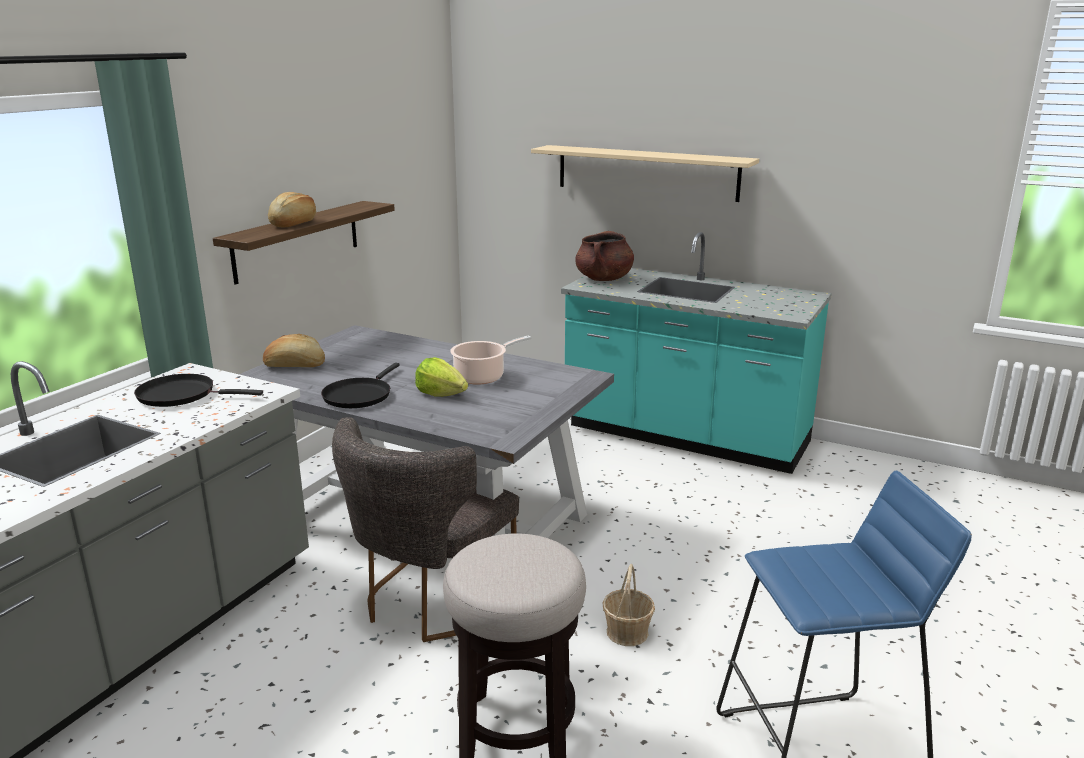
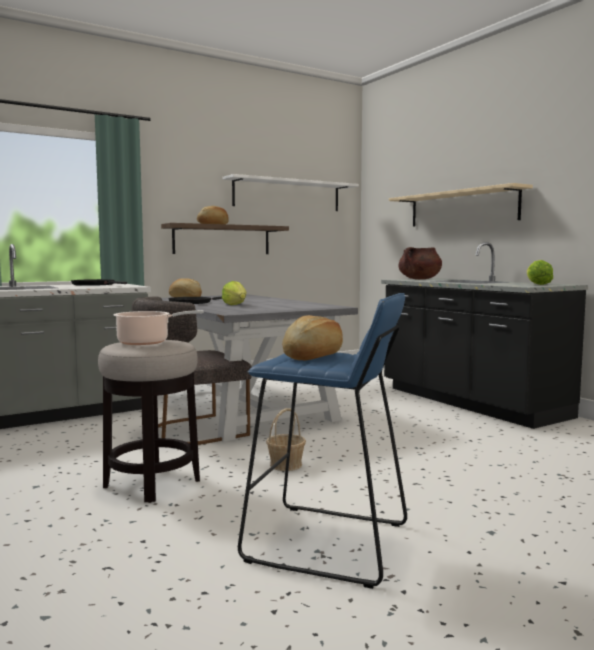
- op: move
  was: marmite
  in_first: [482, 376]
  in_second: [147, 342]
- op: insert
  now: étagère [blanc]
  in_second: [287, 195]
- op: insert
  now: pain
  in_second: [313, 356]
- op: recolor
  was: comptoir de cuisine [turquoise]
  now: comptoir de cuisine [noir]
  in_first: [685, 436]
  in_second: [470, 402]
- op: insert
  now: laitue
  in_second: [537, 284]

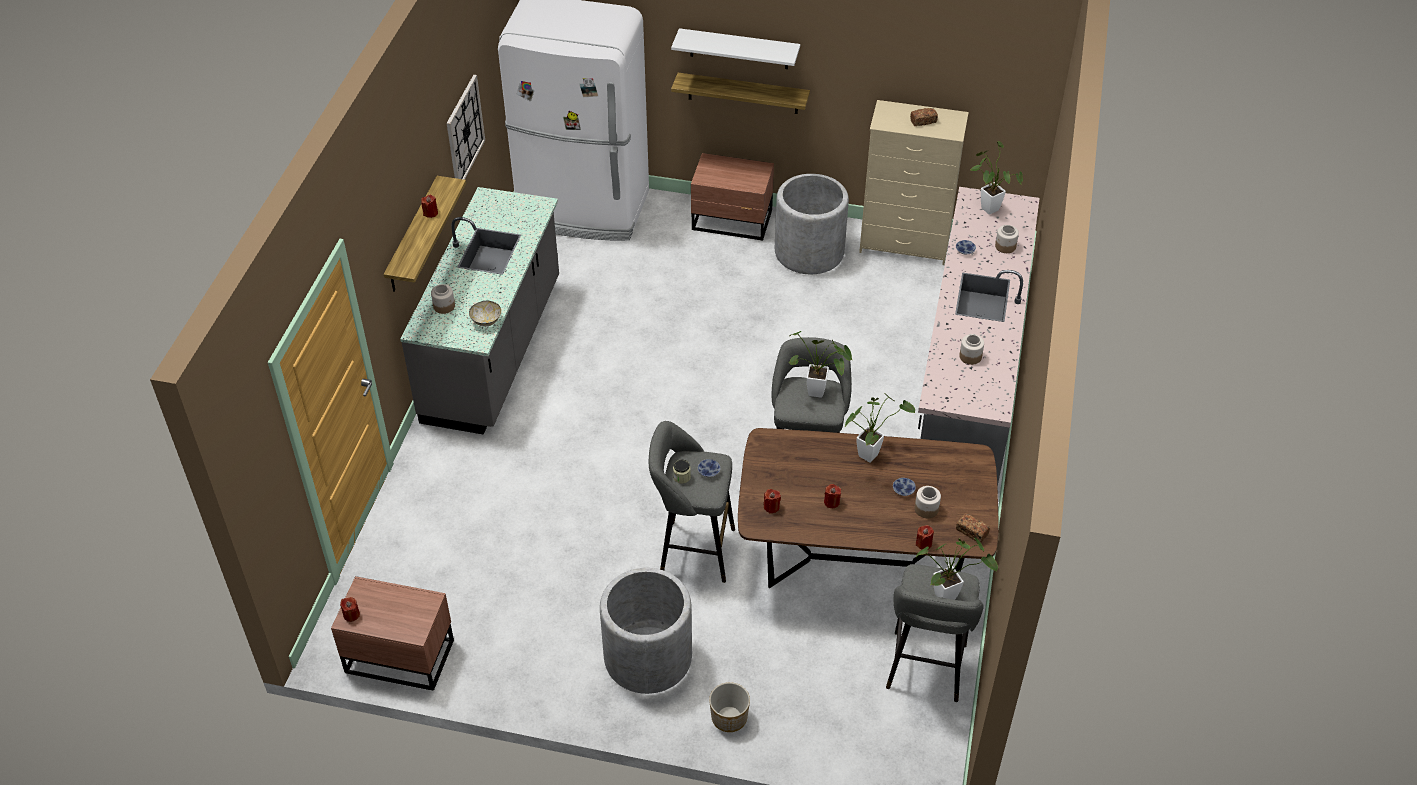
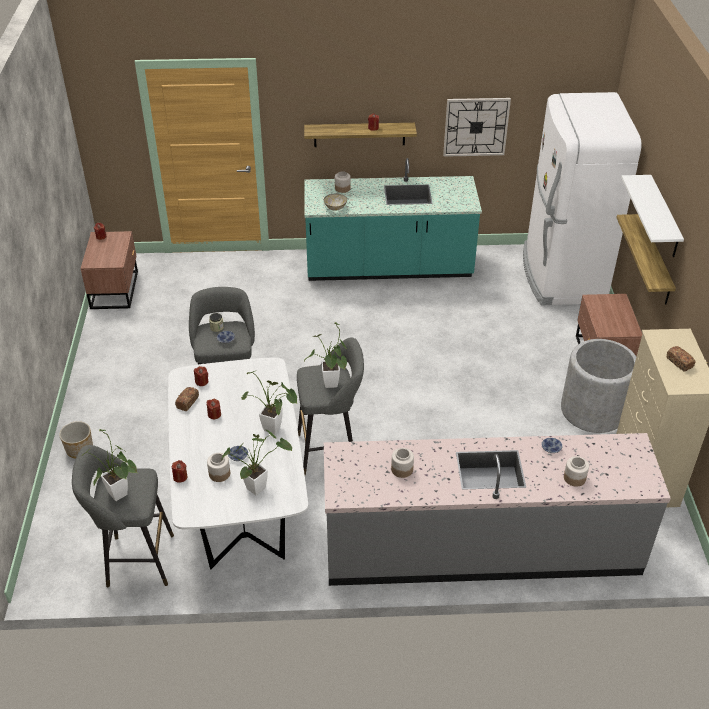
- op: recolor
  was: table à manger [marron]
  now: table à manger [blanc]
  in_first: [860, 562]
  in_second: [242, 501]
- op: move
  was: pain
  in_first: [971, 532]
  in_second: [187, 402]
- op: move
  was: plante en pot
  in_first: [987, 207]
  in_second: [259, 486]
- op: recolor
  was: comptoir de cuisine [gris]
  now: comptoir de cuisine [turquoise]
  in_first: [494, 351]
  in_second: [389, 267]
- op: delete
  was: cache-pot [gris]
  in_first: [648, 657]

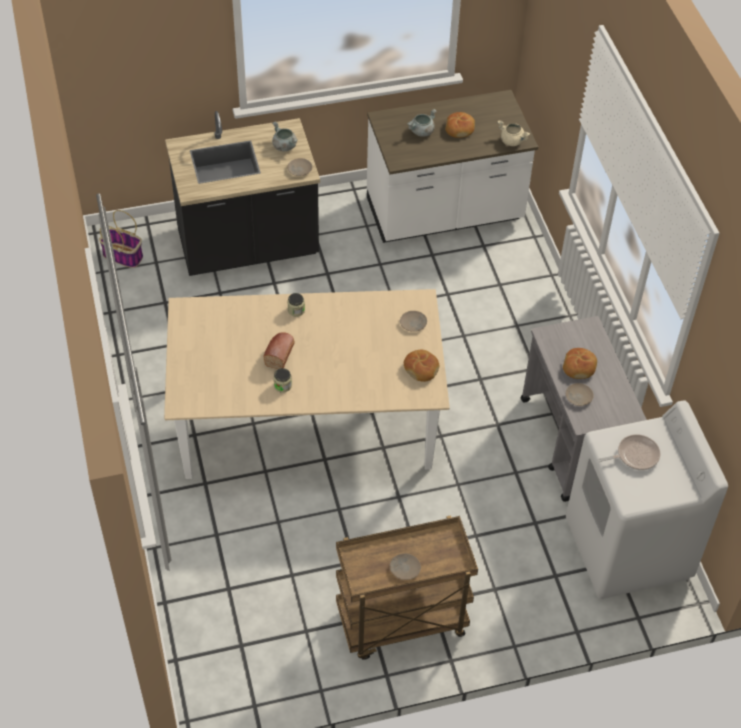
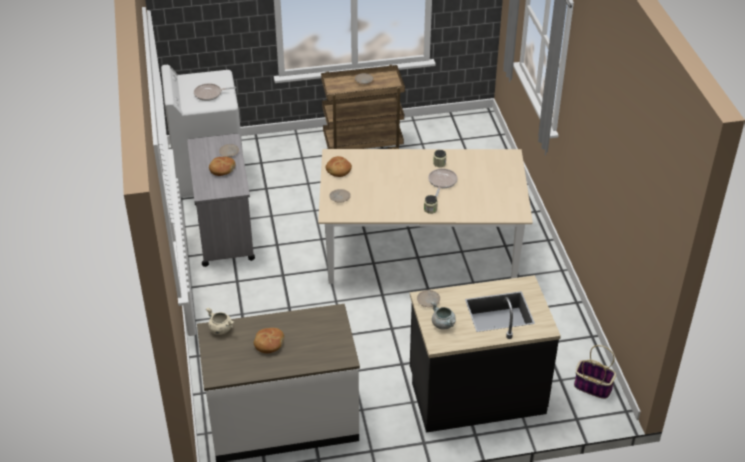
- op: replace
  was: pain
  now: poêle
  in_first: [280, 354]
  in_second: [442, 182]
- op: delete
  was: marmite [gris]
  in_first: [421, 132]

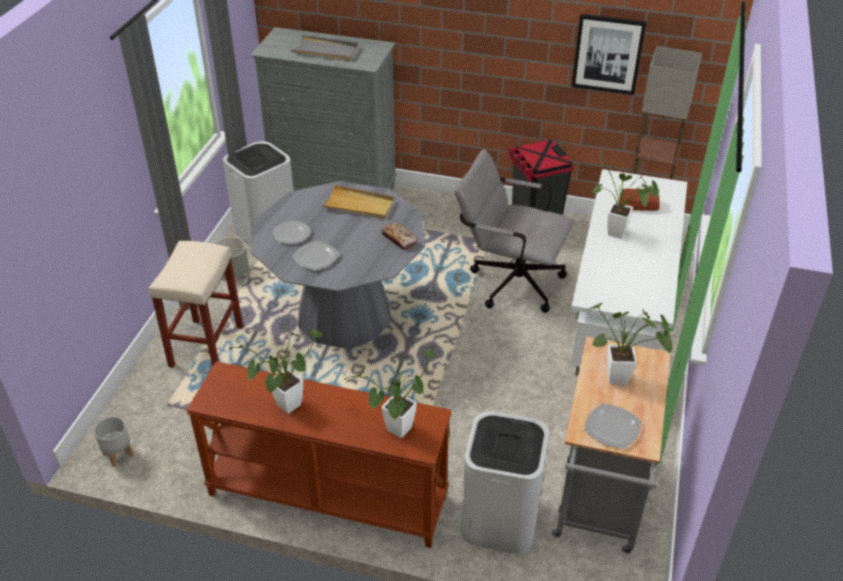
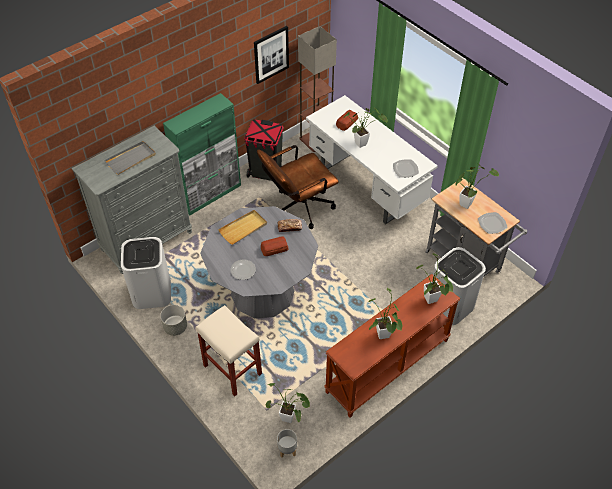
- op: insert
  now: meuble de rangement [vert]
  in_second: [210, 194]
- op: recolor
  was: chaise de bureau [gris]
  now: chaise de bureau [marron]
  in_first: [509, 281]
  in_second: [298, 208]
- op: insert
  now: pain
  in_second: [274, 248]
- op: insert
  now: plante en pot
  in_second: [290, 419]
- op: move
  was: assiette
  in_first: [316, 257]
  in_second: [405, 169]

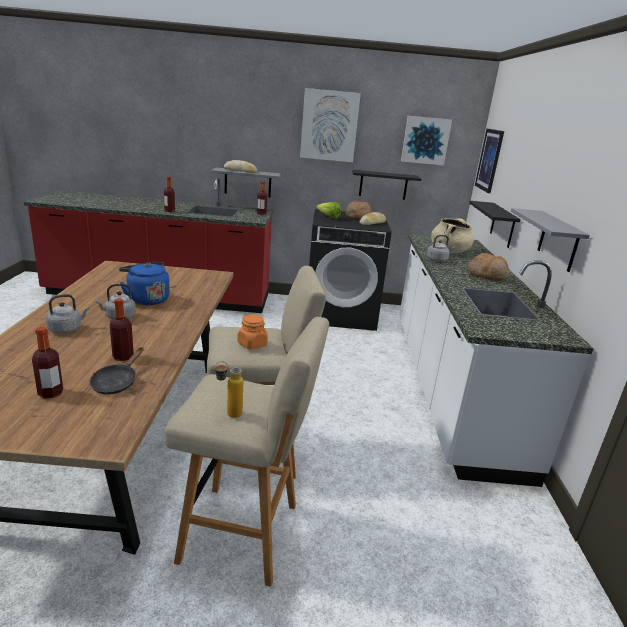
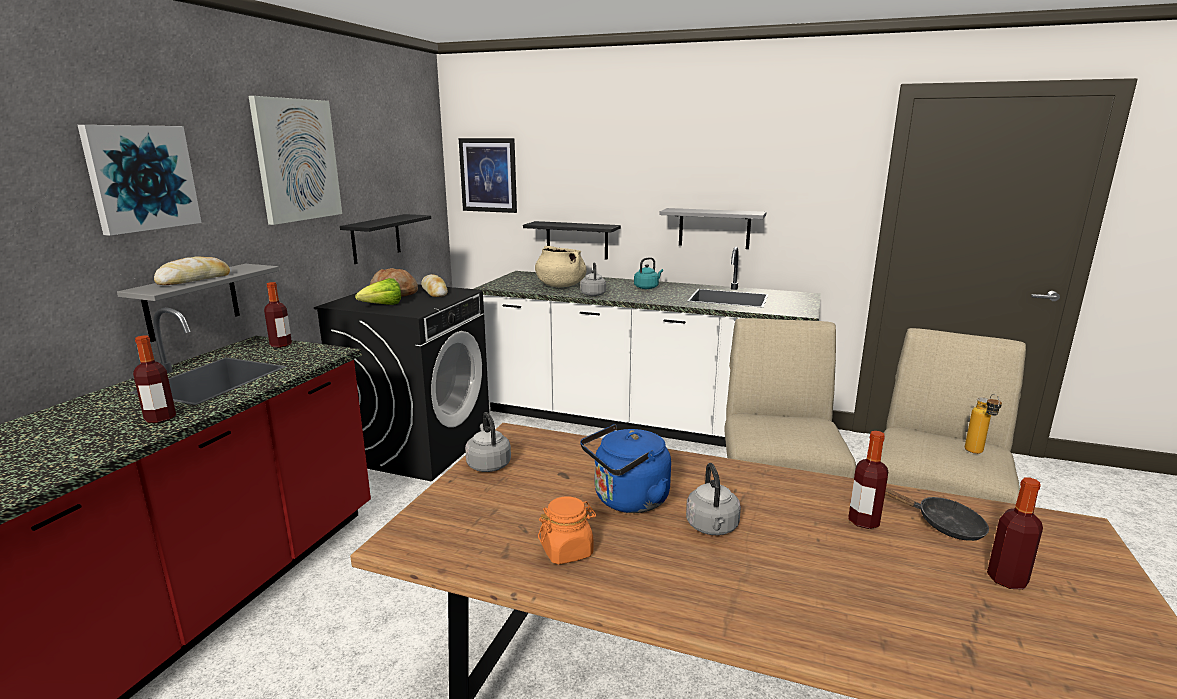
- op: move
  was: tableau
  in_first: [425, 140]
  in_second: [141, 178]
- op: move
  was: bouilloire [gris]
  in_first: [67, 329]
  in_second: [488, 464]
- op: move
  was: bocal [orange]
  in_first: [252, 344]
  in_second: [567, 551]
- op: replace
  was: pain
  now: bouilloire [turquoise]
  in_first: [487, 275]
  in_second: [647, 287]

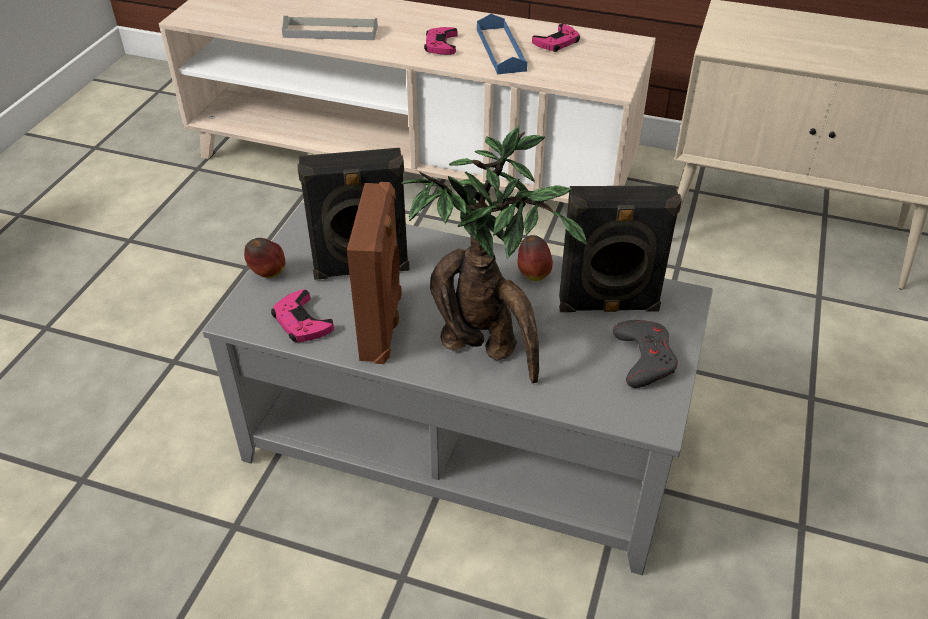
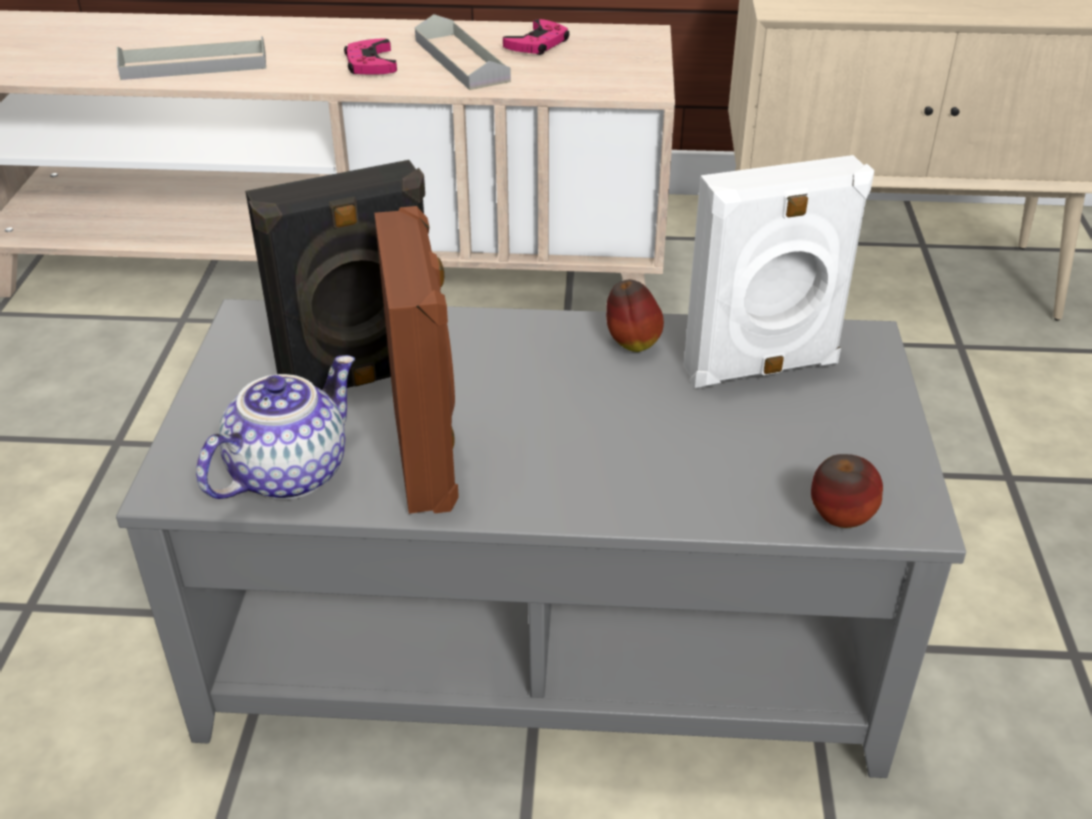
- op: replace
  was: manette [rose]
  now: théière
  in_first: [301, 322]
  in_second: [288, 472]
- op: recolor
  was: plateau [bleu]
  now: plateau [gris]
  in_first: [501, 50]
  in_second: [461, 60]
- op: recolor
  was: enceinte [noir]
  now: enceinte [blanc]
  in_first: [608, 306]
  in_second: [762, 369]
- op: move
  was: pomme
  in_first: [268, 274]
  in_second: [839, 521]
- op: delete
  was: plante en pot
  in_first: [486, 350]
- op: delete
  was: manette [gris]
  in_first: [644, 358]

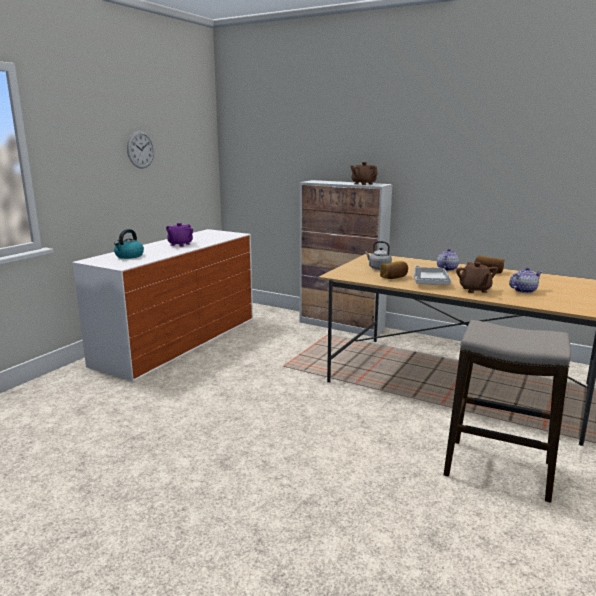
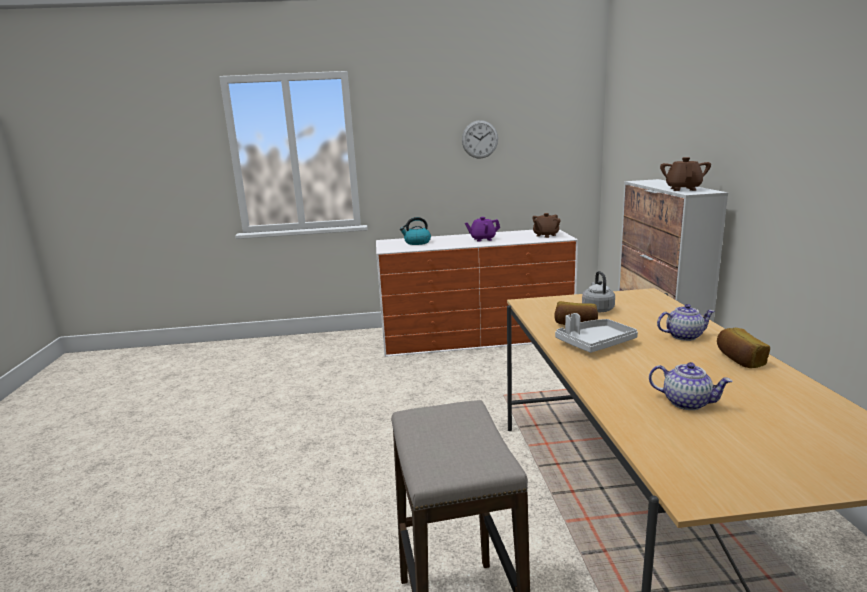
- op: move
  was: théière [marron]
  in_first: [474, 290]
  in_second: [545, 235]

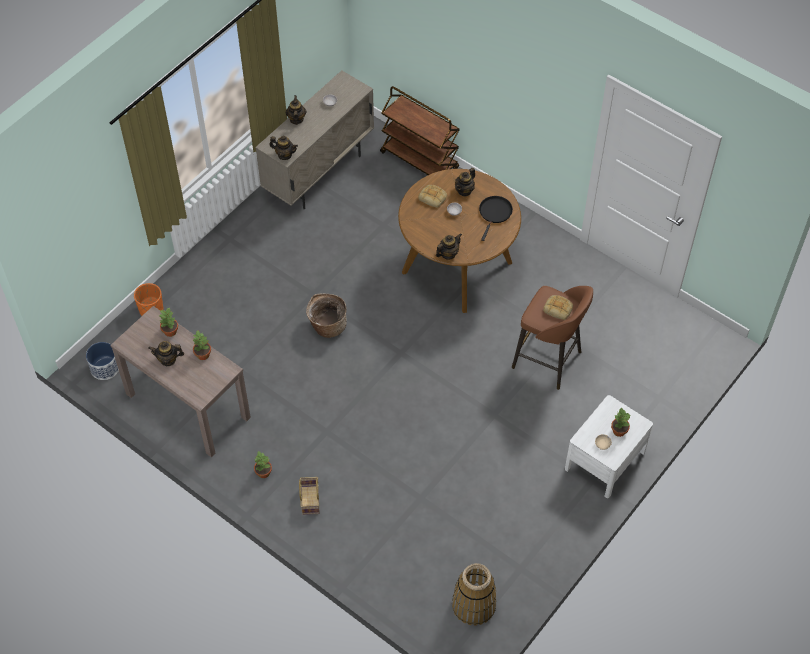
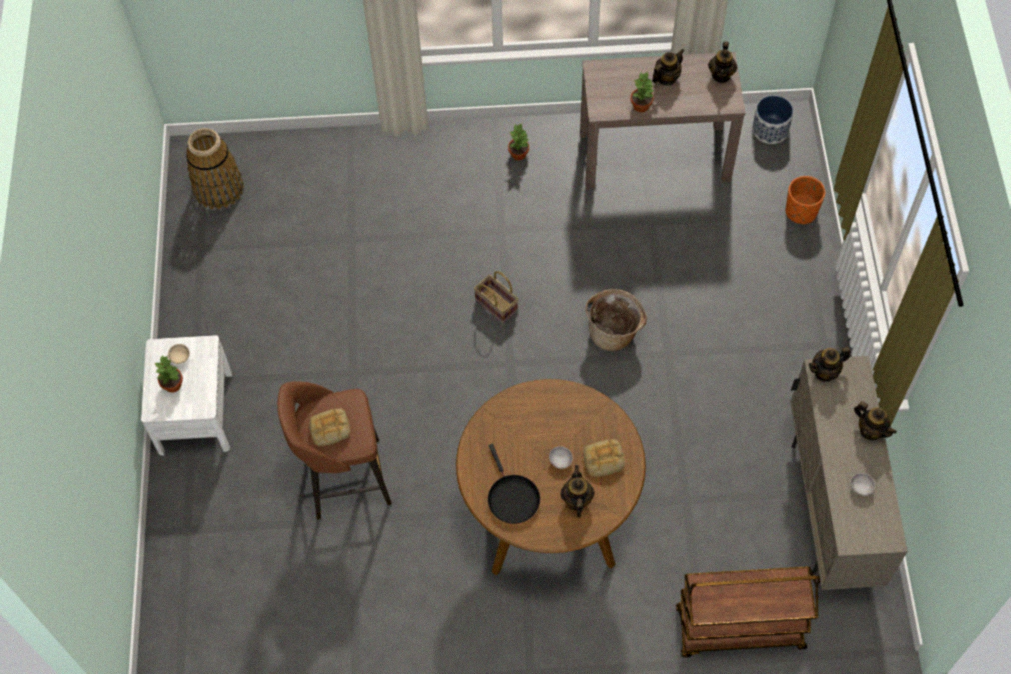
- op: move
  was: panier
  in_first: [309, 499]
  in_second: [497, 305]
- op: move
  was: théière
  in_first: [448, 254]
  in_second: [721, 75]
- op: delete
  was: plante en pot
  in_first: [170, 331]

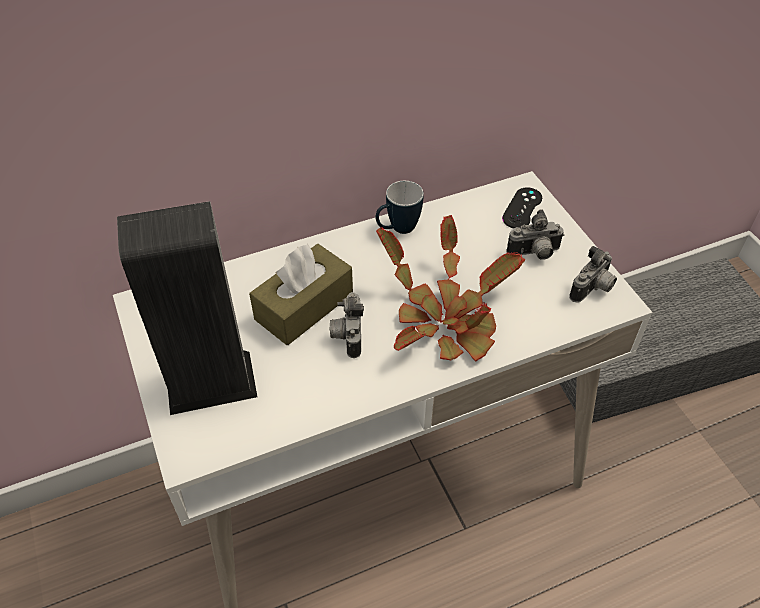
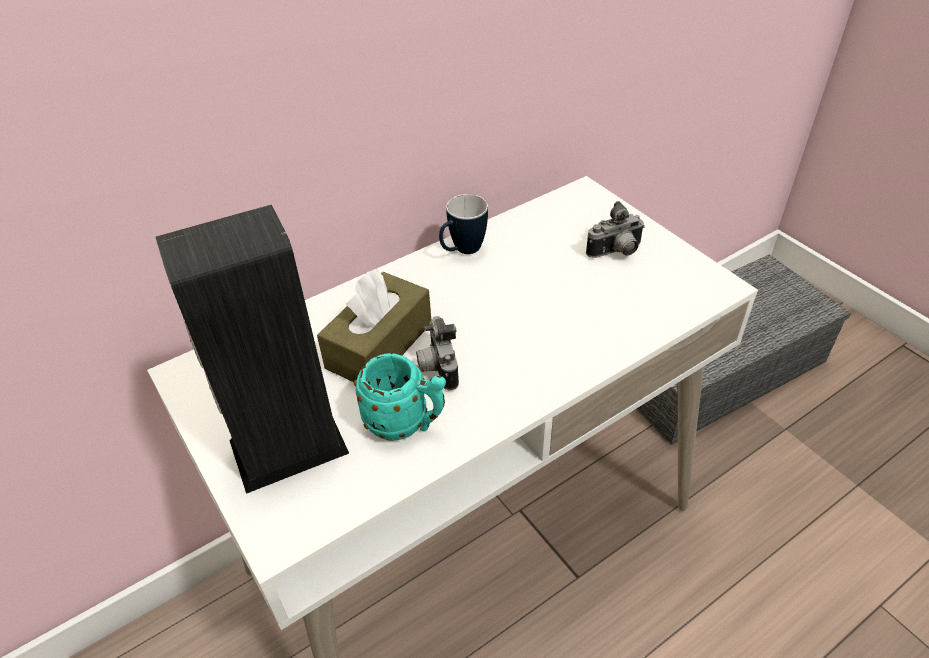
- op: insert
  now: mug [turquoise]
  in_second: [406, 424]
- op: delete
  was: plante en pot
  in_first: [446, 317]
- op: delete
  was: manette [noir]
  in_first: [522, 208]
- op: delete
  was: appareil photo
  in_first: [593, 289]

